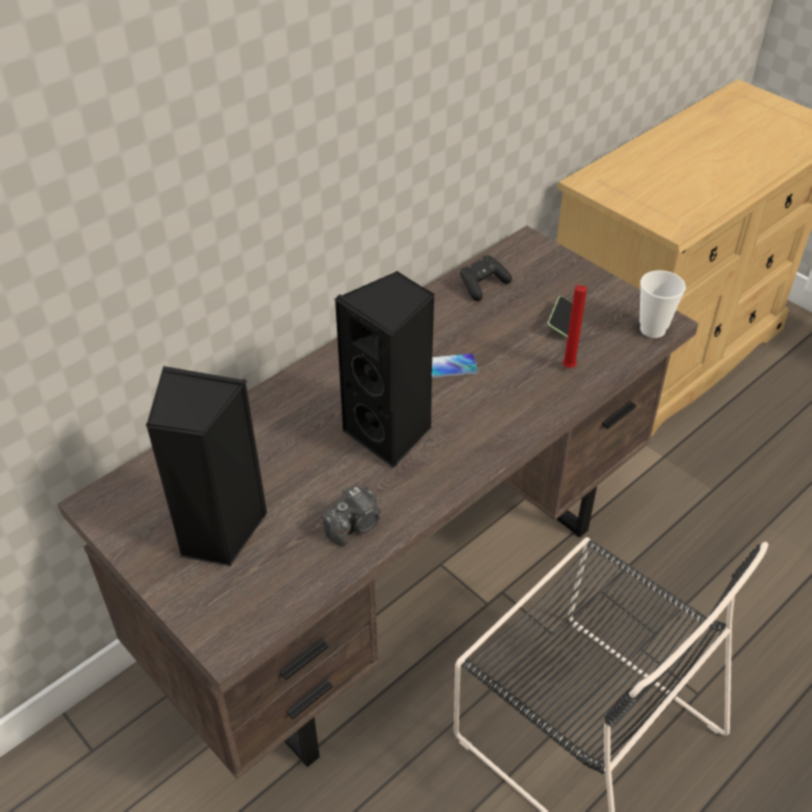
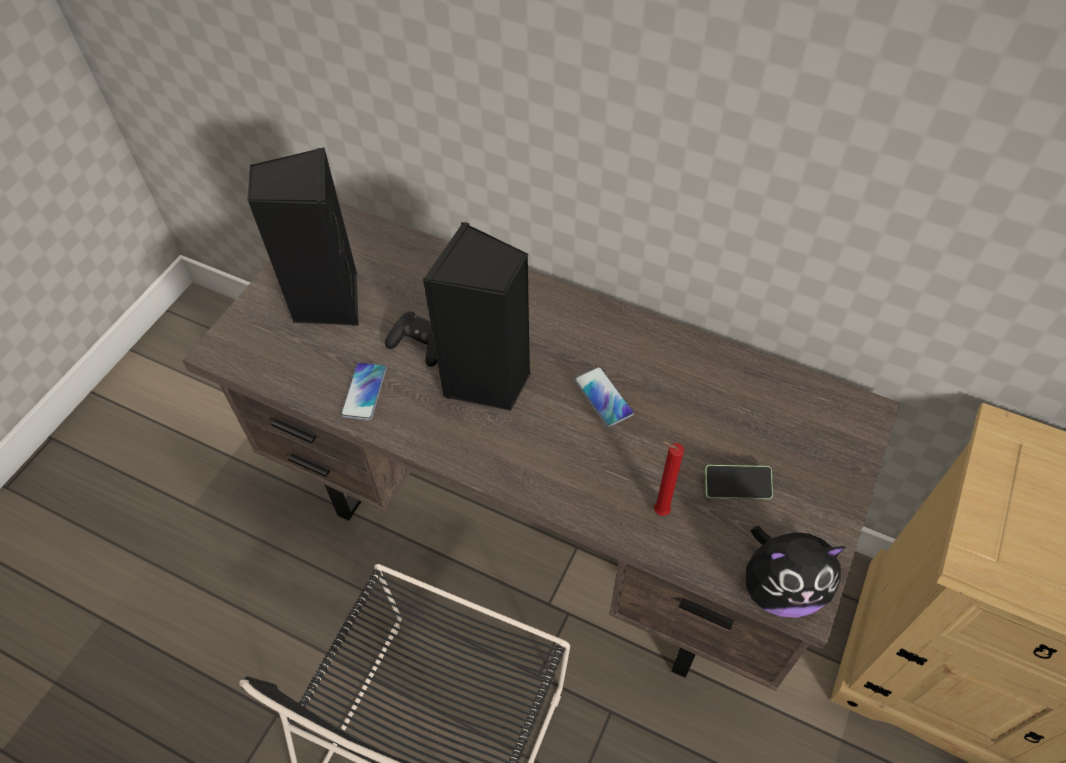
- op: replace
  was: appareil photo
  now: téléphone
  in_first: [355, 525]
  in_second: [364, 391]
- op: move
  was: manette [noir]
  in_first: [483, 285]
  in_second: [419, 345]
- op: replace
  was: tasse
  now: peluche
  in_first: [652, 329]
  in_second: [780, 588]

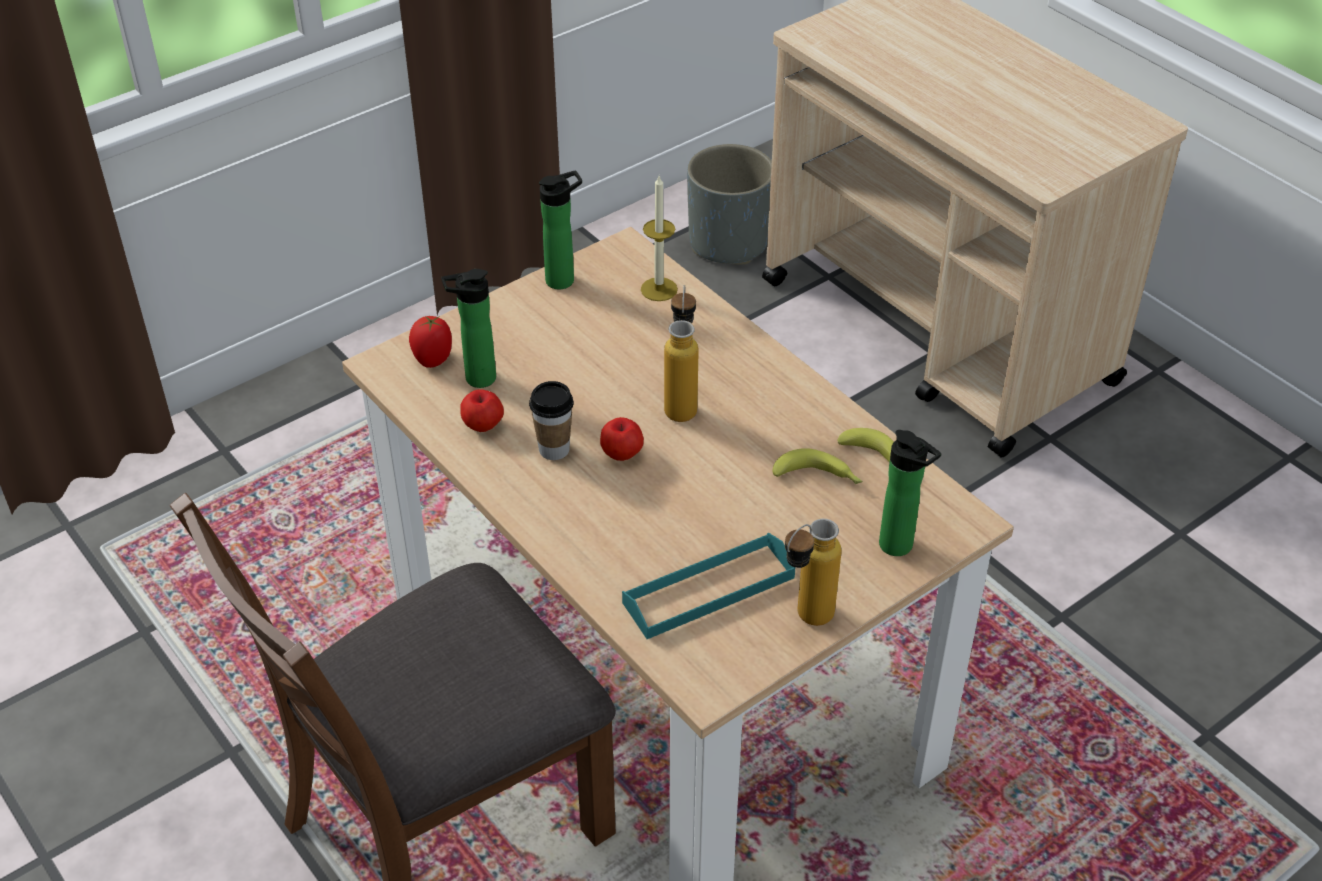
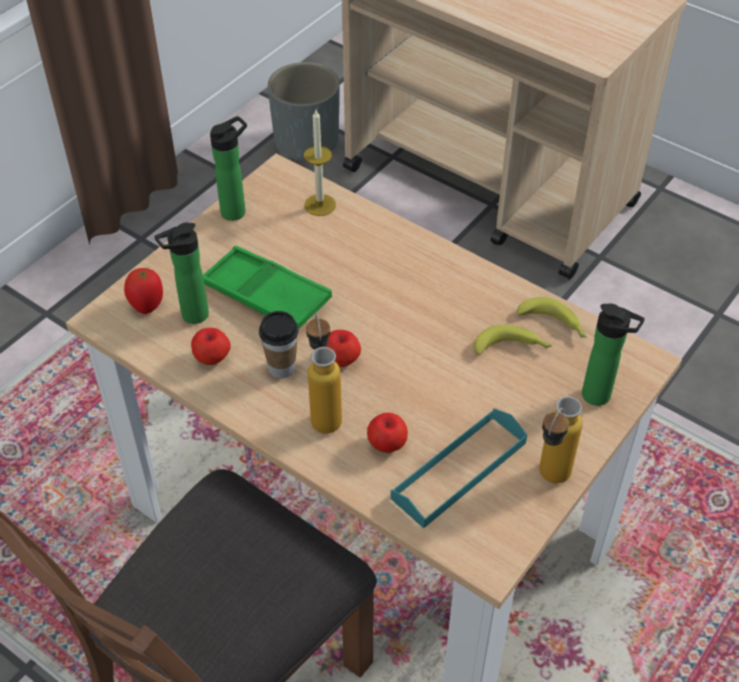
- op: insert
  now: plateau [vert]
  in_second: [266, 295]
- op: move
  was: bouteille
  in_first: [681, 402]
  in_second: [324, 412]
- op: insert
  now: pomme
  in_second: [387, 444]

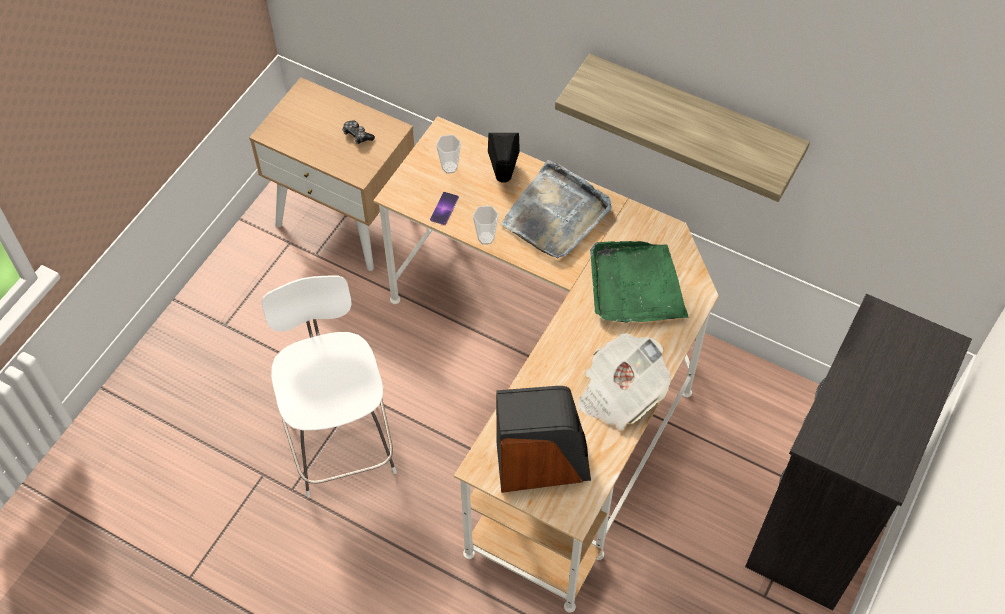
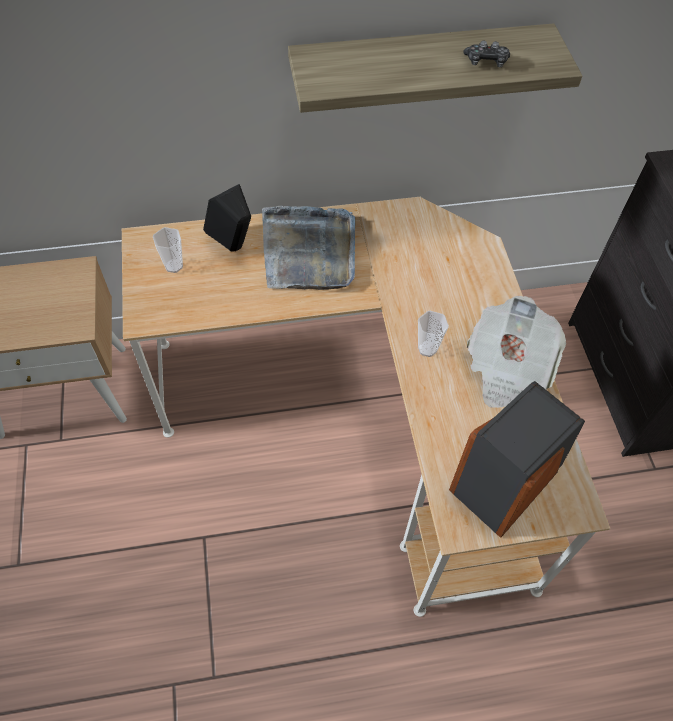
- op: move
  was: tasse
  in_first: [486, 238]
  in_second: [427, 349]
- op: move
  was: manette
  in_first: [357, 135]
  in_second: [486, 61]
- op: delete
  was: chaise [blanc]
  in_first: [340, 441]
- op: delete
  was: téléphone
  in_first: [444, 208]
- op: delete
  was: plateau [vert]
  in_first: [635, 286]

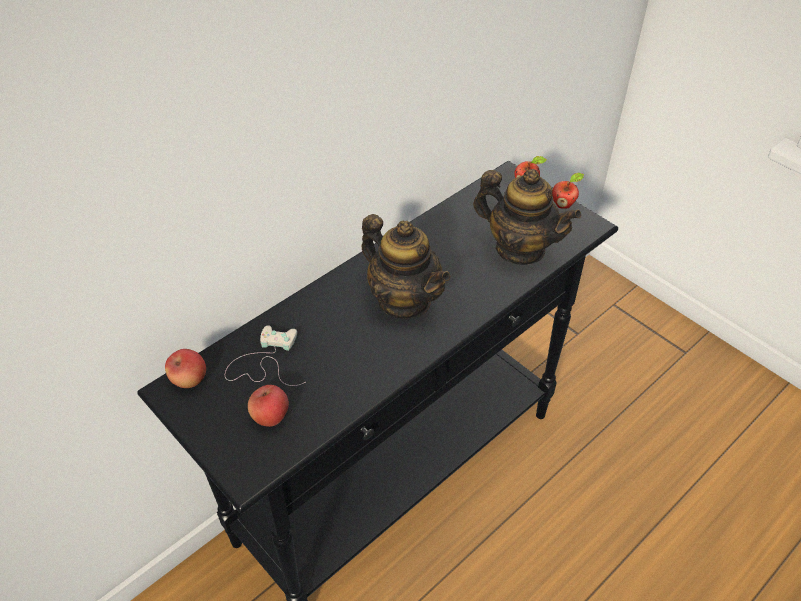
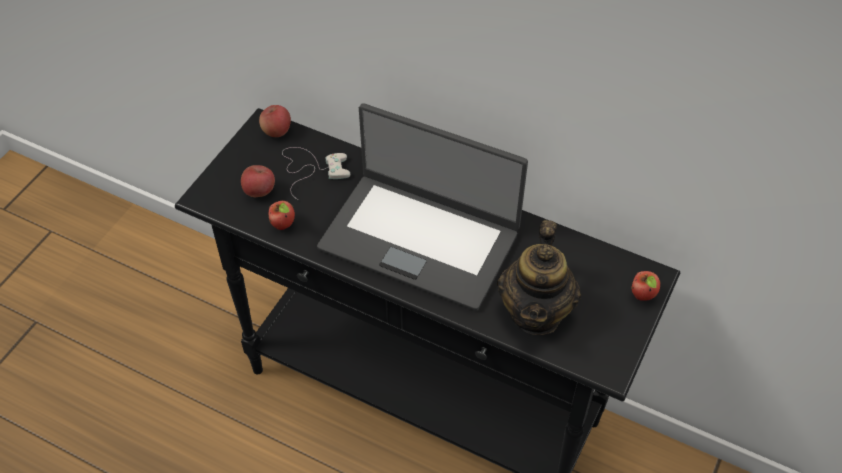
- op: move
  was: pomme
  in_first: [563, 205]
  in_second: [284, 225]
- op: replace
  was: théière
  now: ordinateur portable
  in_first: [404, 300]
  in_second: [420, 238]

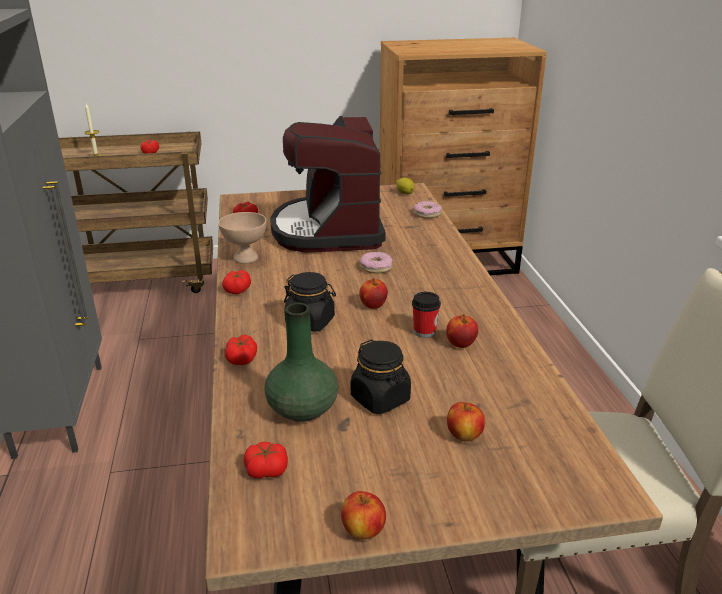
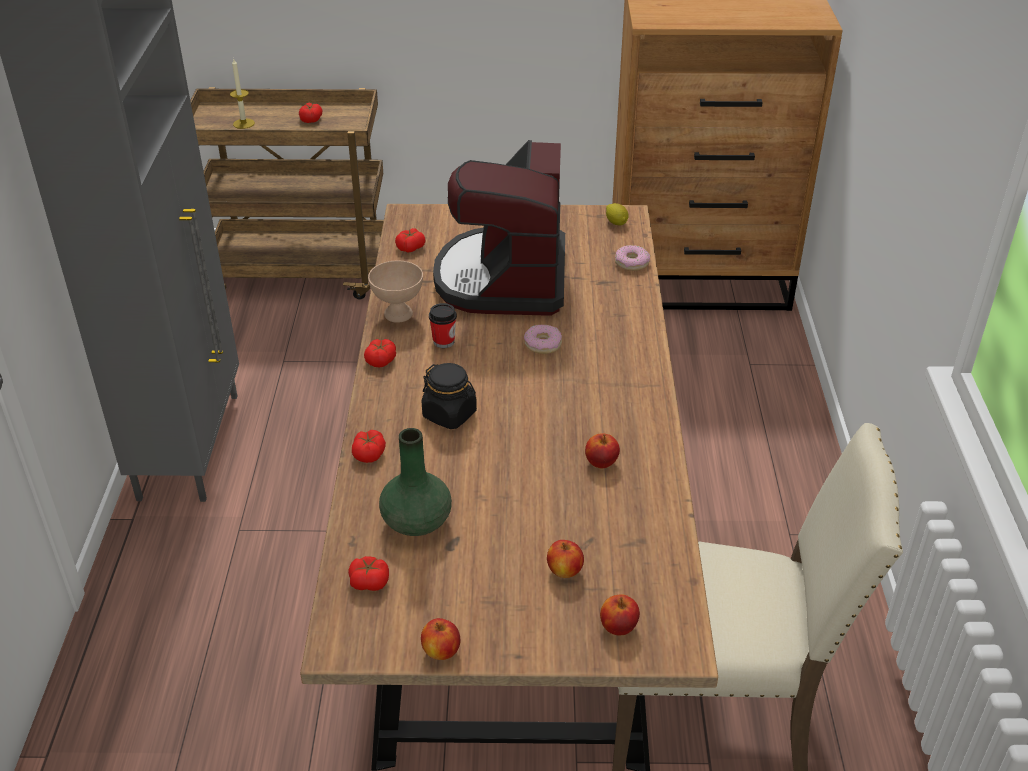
- op: move
  was: tasse
  in_first: [424, 332]
  in_second: [443, 341]
- op: move
  was: pomme
  in_first: [373, 305]
  in_second: [618, 627]
- op: delete
  was: bocal [noir]
  in_first: [380, 399]

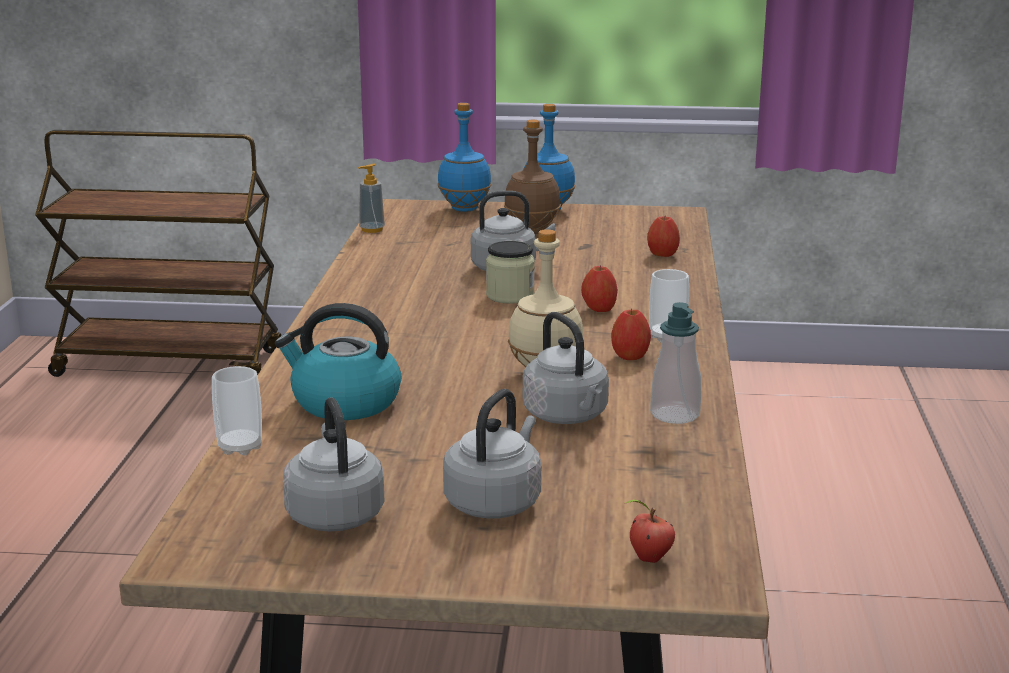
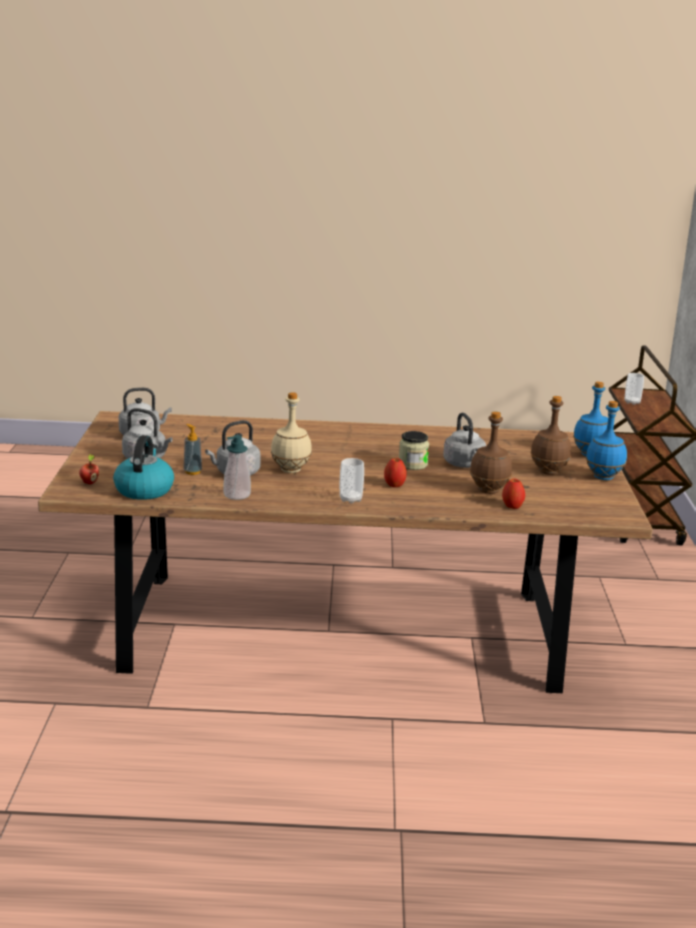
- op: move
  was: bouilloire
  in_first: [344, 403]
  in_second: [144, 490]
- op: move
  was: distributeur de savon
  in_first: [372, 229]
  in_second: [192, 472]
- op: insert
  now: bouteille [marron]
  in_second: [488, 490]
- op: move
  was: tasse
  in_first: [240, 447]
  in_second: [632, 402]
- op: delete
  was: pomme
  in_first: [630, 356]

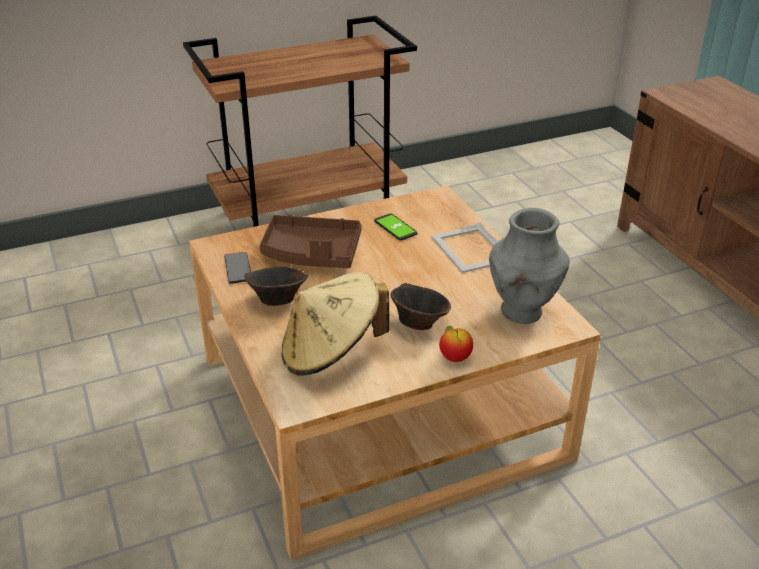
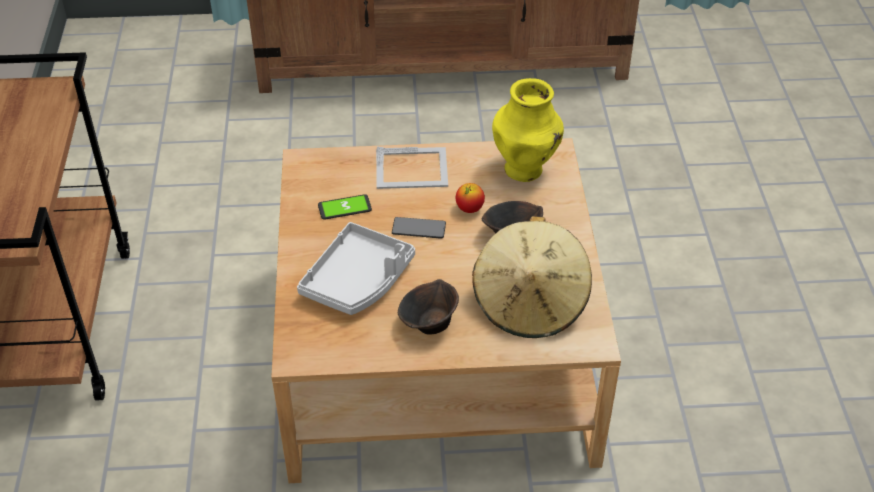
- op: recolor
  was: plateau [marron]
  now: plateau [gris]
  in_first: [312, 254]
  in_second: [358, 280]
- op: move
  was: téléphone
  in_first: [238, 268]
  in_second: [418, 229]
- op: move
  was: pomme
  in_first: [455, 358]
  in_second: [469, 209]
- op: recolor
  was: vase [gris]
  now: vase [jaune]
  in_first: [522, 312]
  in_second: [524, 170]

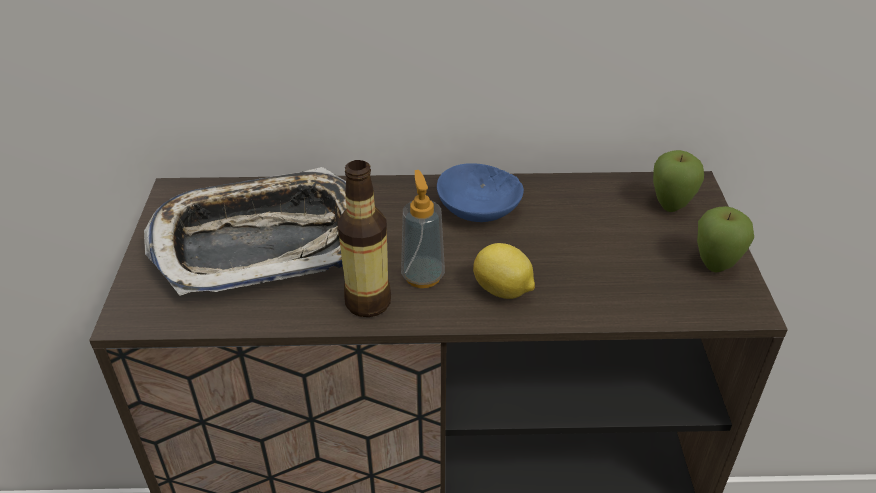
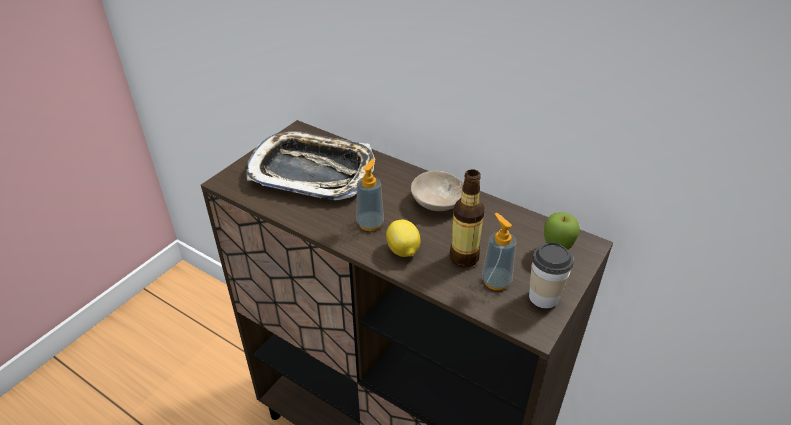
- op: recolor
  was: bol [bleu]
  now: bol [beige]
  in_first: [476, 210]
  in_second: [435, 202]
- op: move
  was: bouteille
  in_first: [367, 302]
  in_second: [464, 258]
- op: insert
  now: distributeur de savon
  in_second: [496, 281]
- op: replace
  was: pomme
  now: tasse
  in_first: [714, 266]
  in_second: [543, 297]

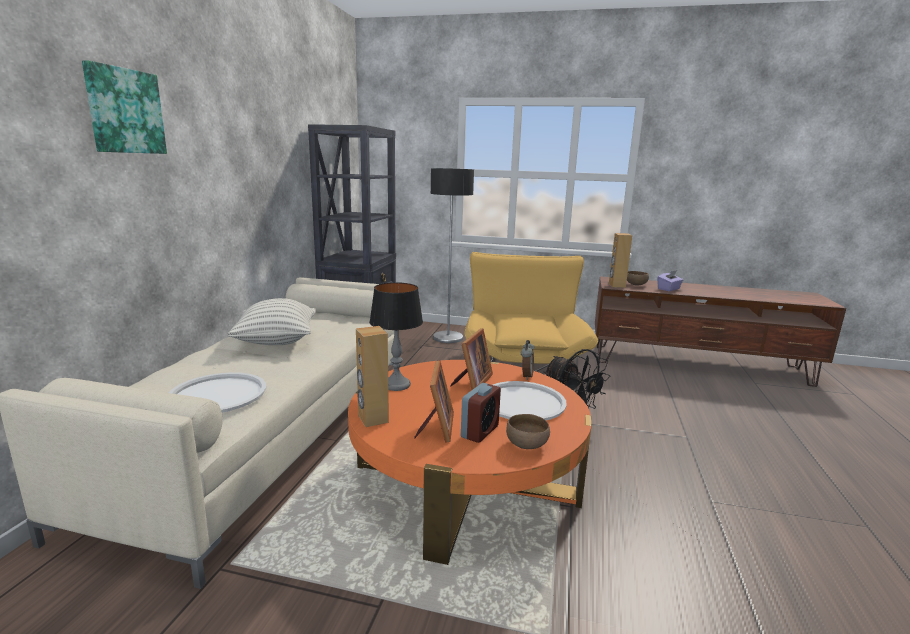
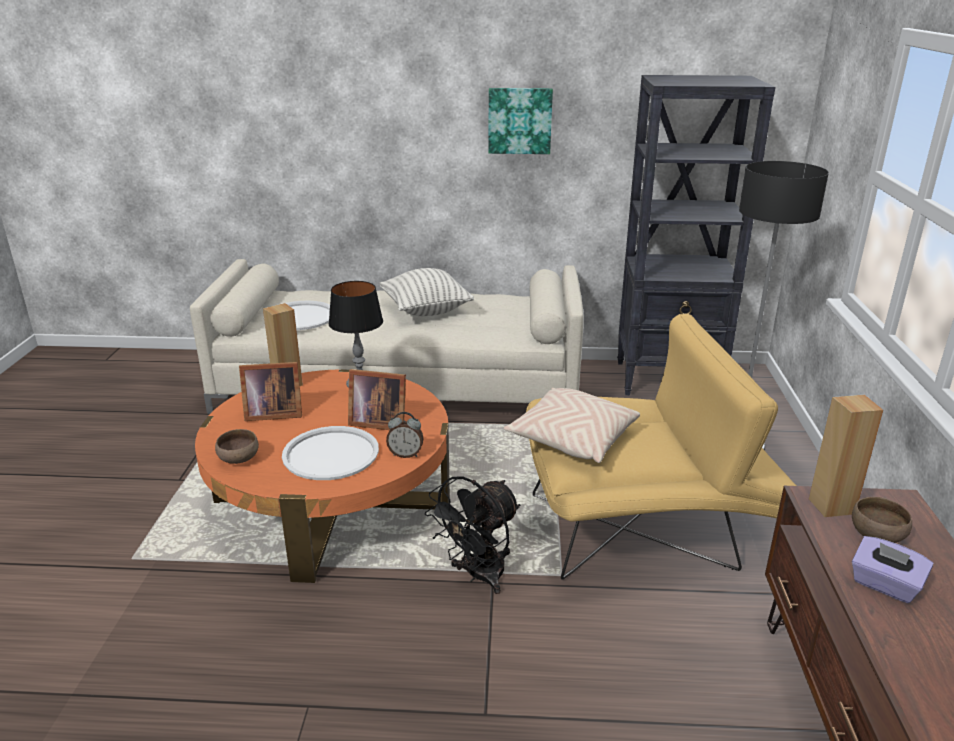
- op: move
  was: tableau
  in_first: [124, 111]
  in_second: [520, 120]
- op: insert
  now: coussin [beige]
  in_second: [572, 439]
- op: delete
  was: réveil
  in_first: [480, 431]

